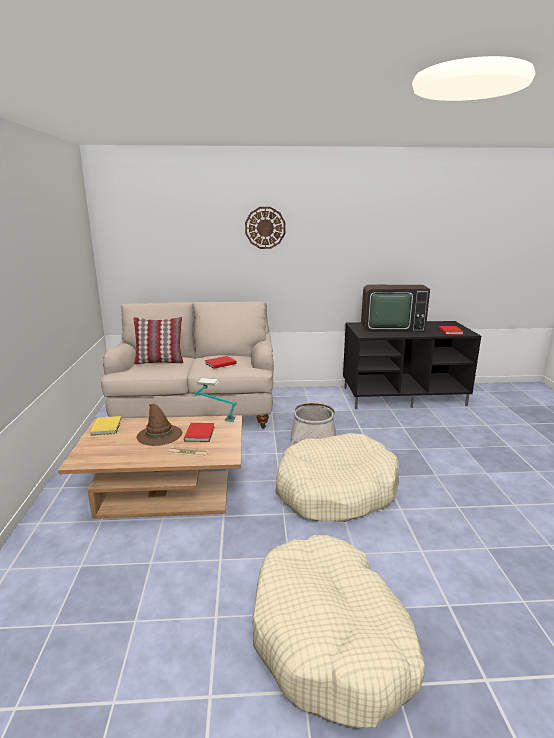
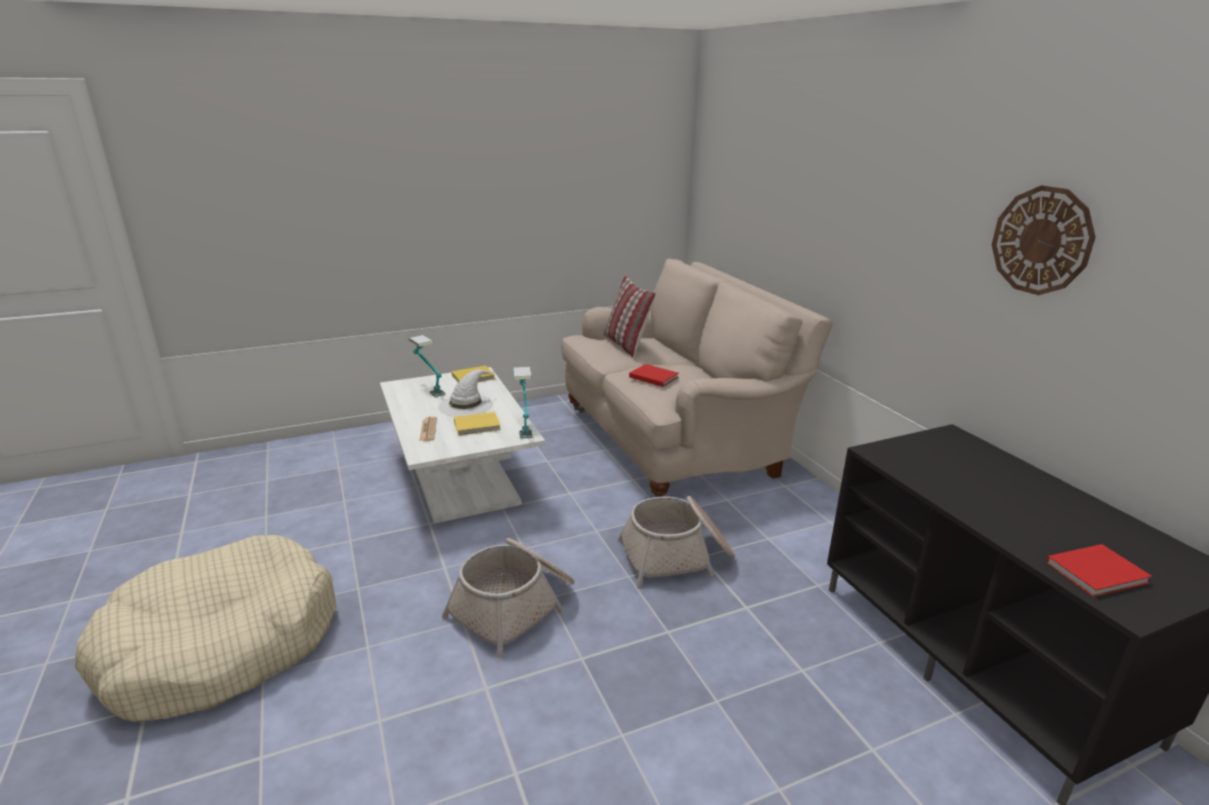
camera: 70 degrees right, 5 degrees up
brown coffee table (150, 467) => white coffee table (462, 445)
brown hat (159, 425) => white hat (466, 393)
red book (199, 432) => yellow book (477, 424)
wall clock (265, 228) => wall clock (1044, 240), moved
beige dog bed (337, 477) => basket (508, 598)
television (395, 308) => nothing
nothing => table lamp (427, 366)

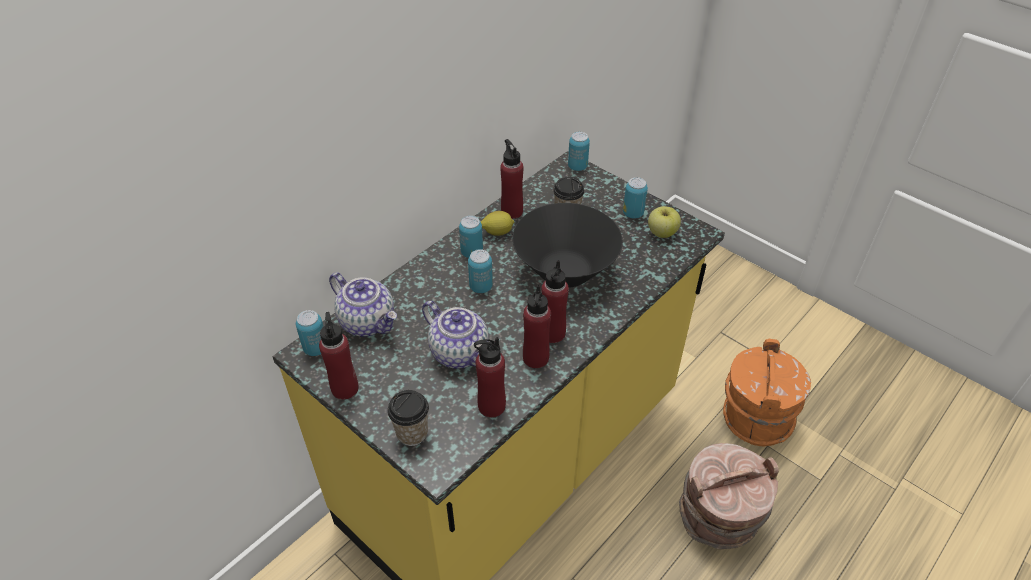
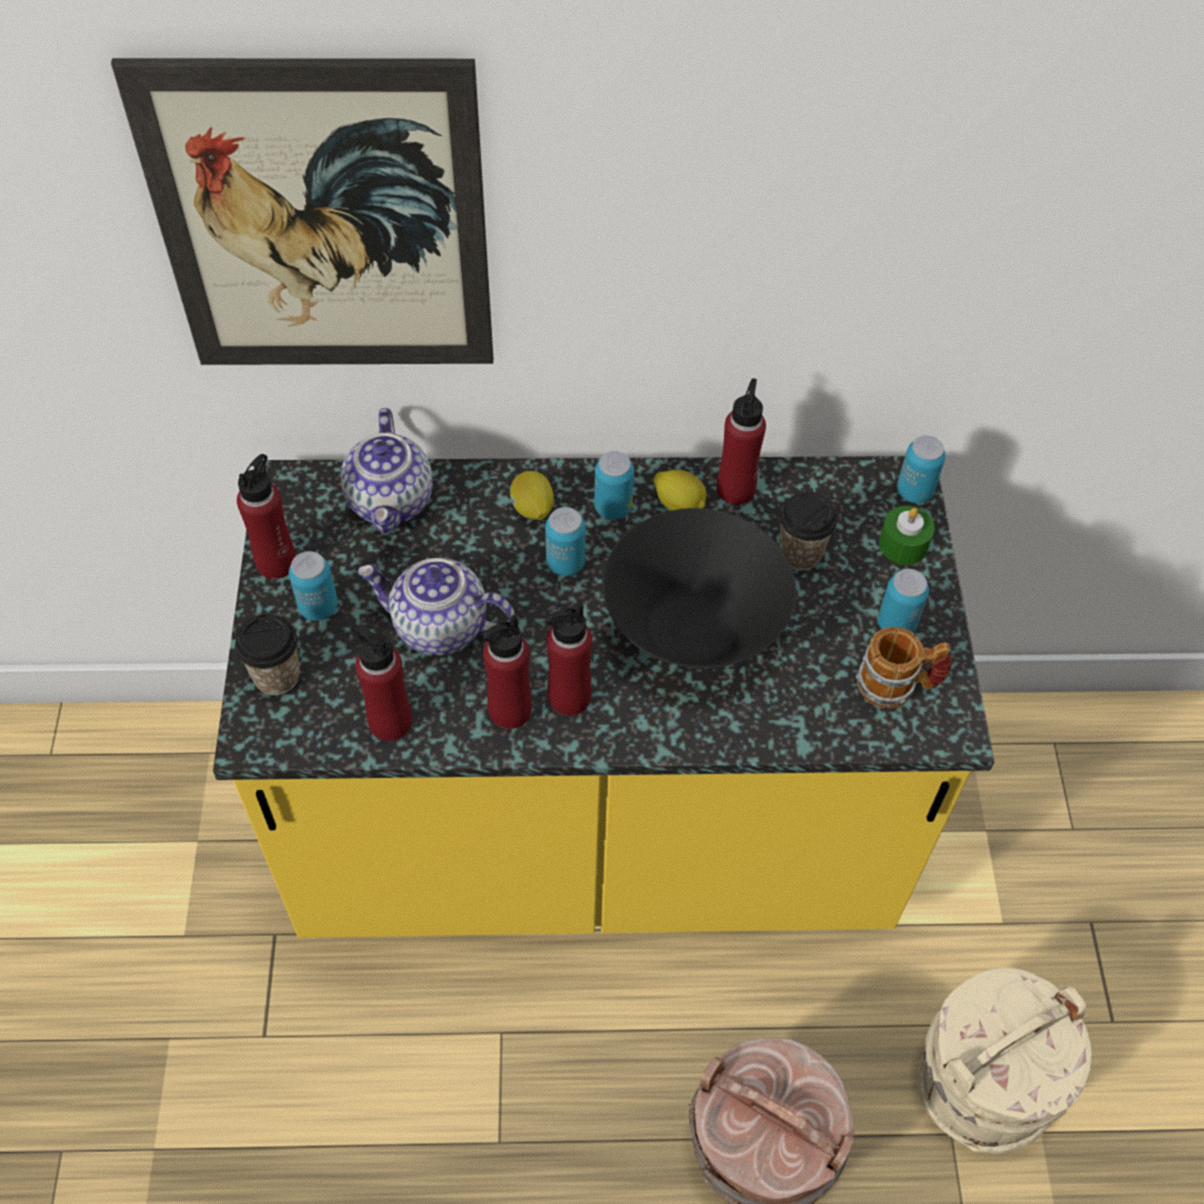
camera: 45 degrees right, 10 degrees up
can (310, 333) => can (313, 586), moved
teapot (455, 335) => teapot (436, 606), 105 degrees clockwise
apple (664, 222) => mug (903, 667)
orange bucket (767, 392) => beige bucket (1004, 1061)
nothing => picture (302, 211)
nothing => lemon (532, 495)
nothing => green candle (907, 535)

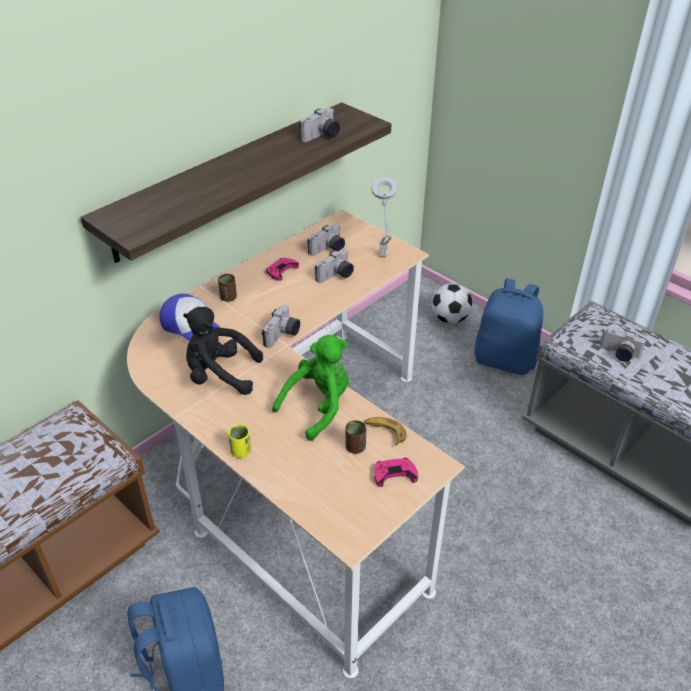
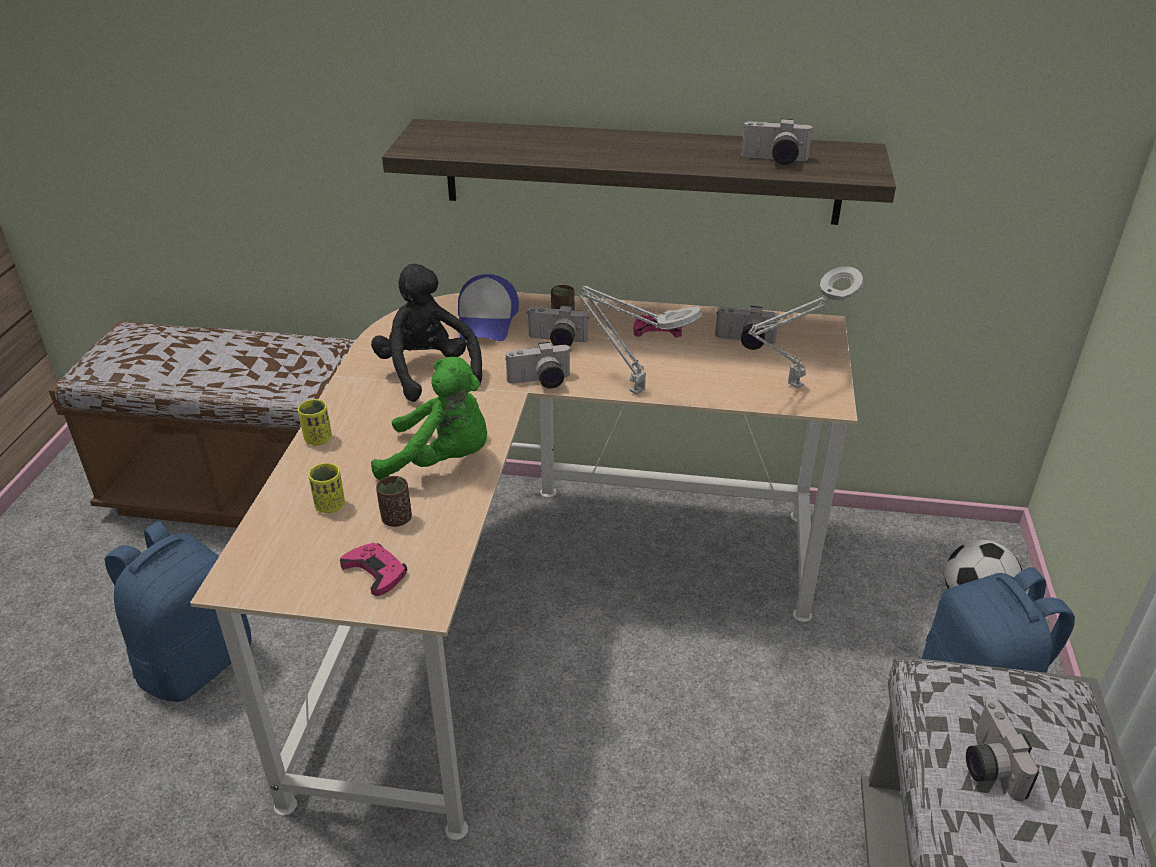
camera: 55 degrees right, 5 degrees down
photo camera (334, 266) => photo camera (558, 326), moved
banana (385, 431) => nothing
nothing => yellow cup (326, 488)
nothing => grey table lamp (640, 340)

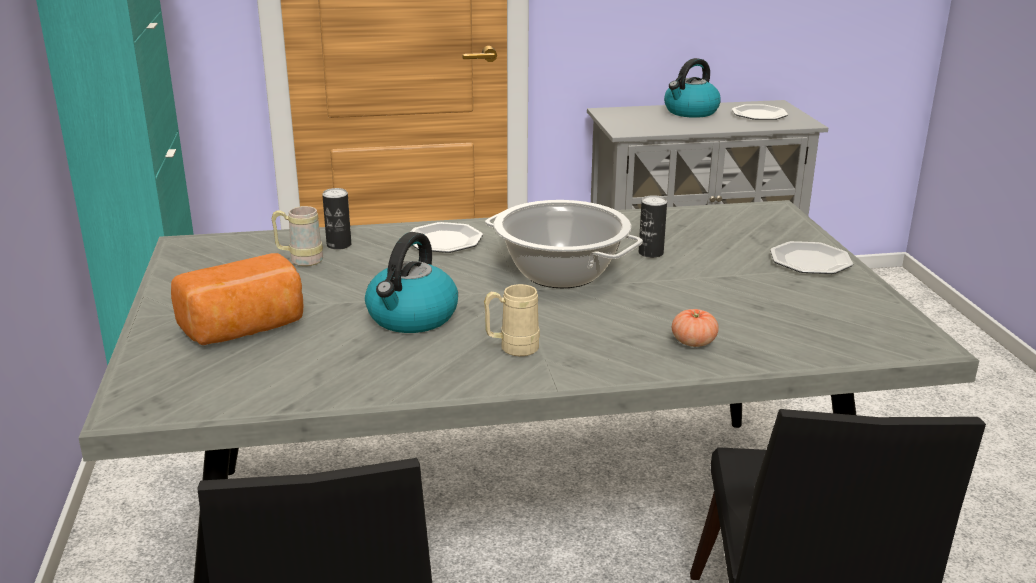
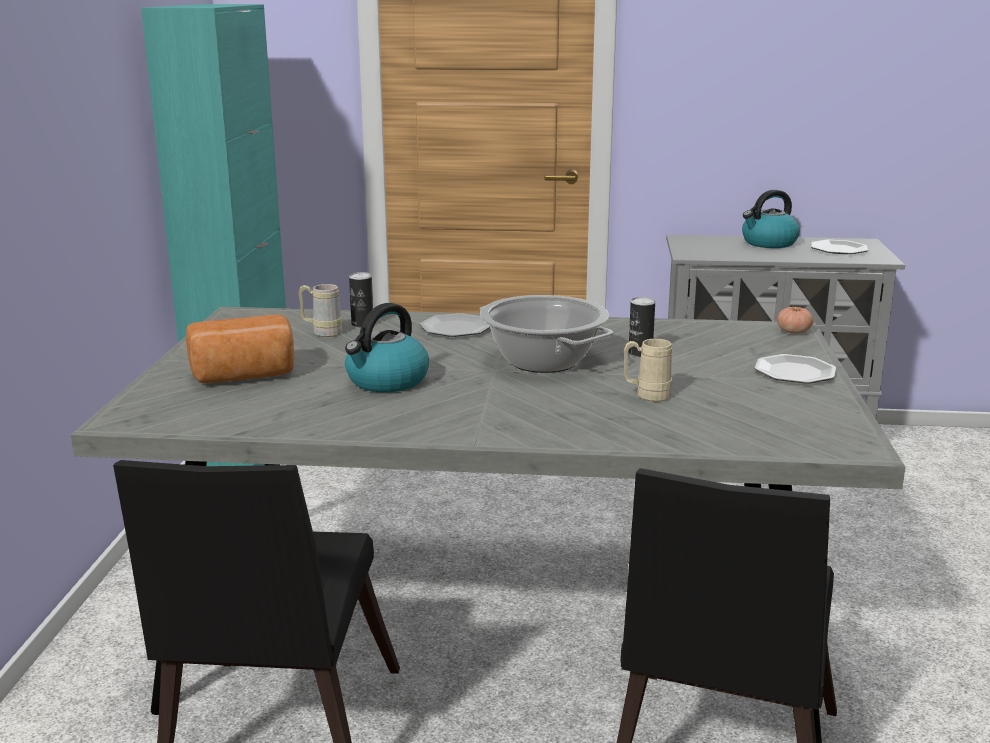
camera: 15 degrees right, 5 degrees down
beige mug (512, 320) => beige mug (648, 370), moved
tomato (695, 328) => tomato (795, 320), moved

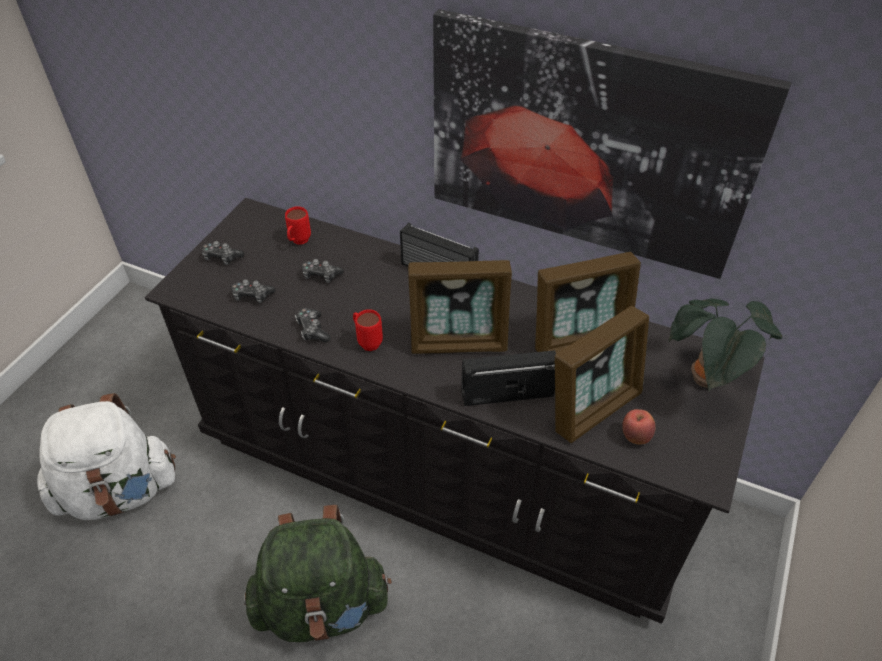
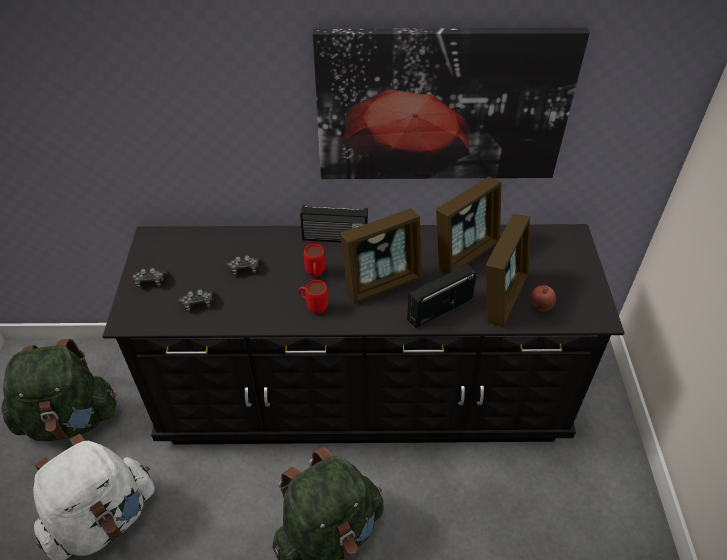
camera: 25 degrees left, 0 degrees up
red mug (298, 225) => red mug (314, 260), moved
game controller (313, 325) => nothing
potted plant (725, 345) => nothing
nothing => green backpack (58, 390)

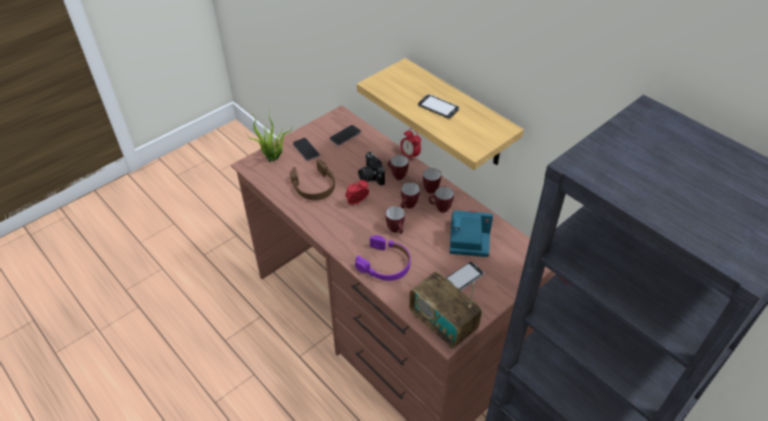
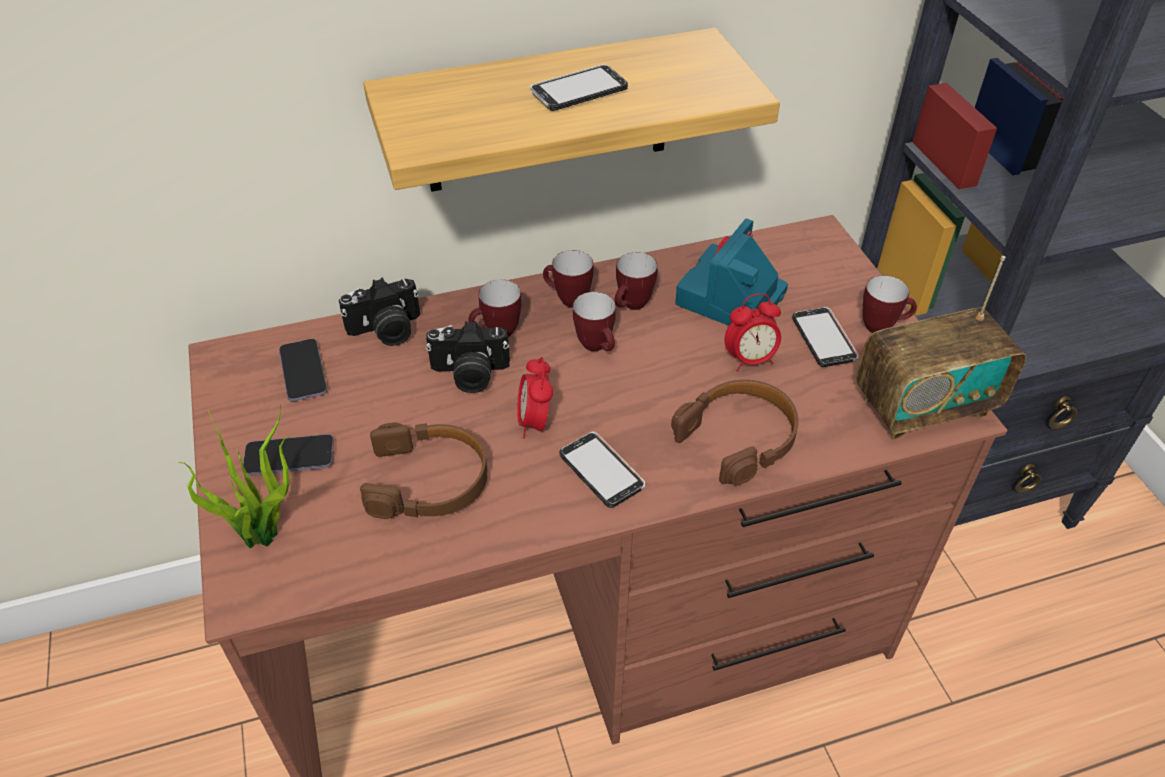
camera: 65 degrees left, 0 degrees up
purple headphones (382, 258) => brown headphones (735, 432)
mug (395, 220) => mug (889, 304), moved
alarm clock (410, 145) => alarm clock (753, 332), moved
nothing => photo camera (379, 312)
nothing => phone (602, 470)

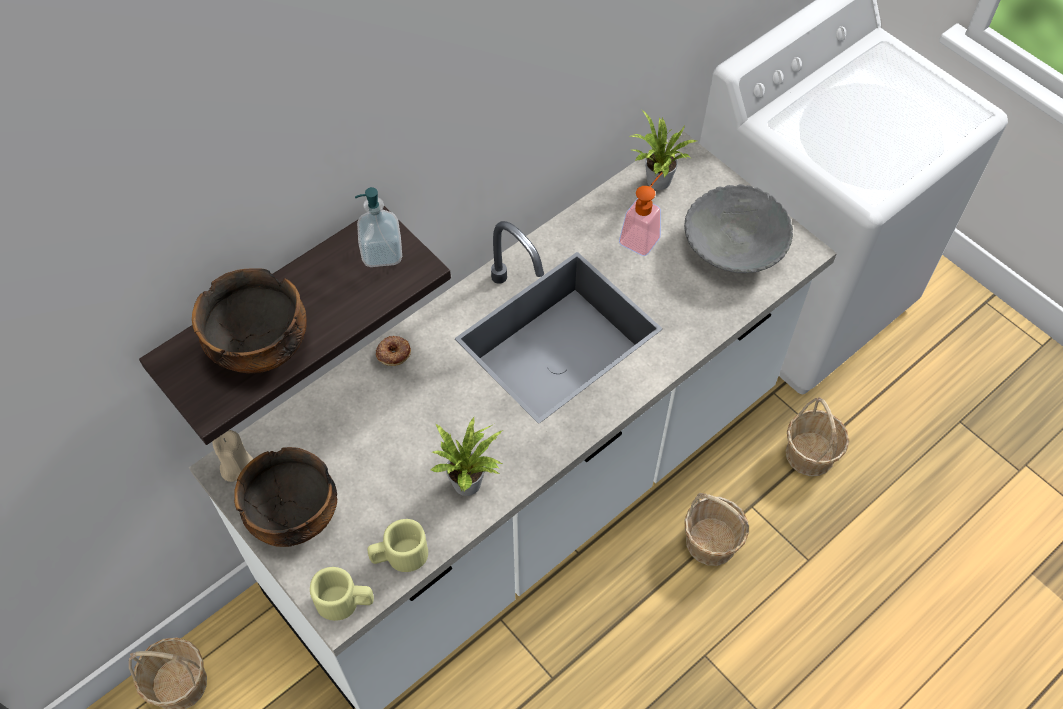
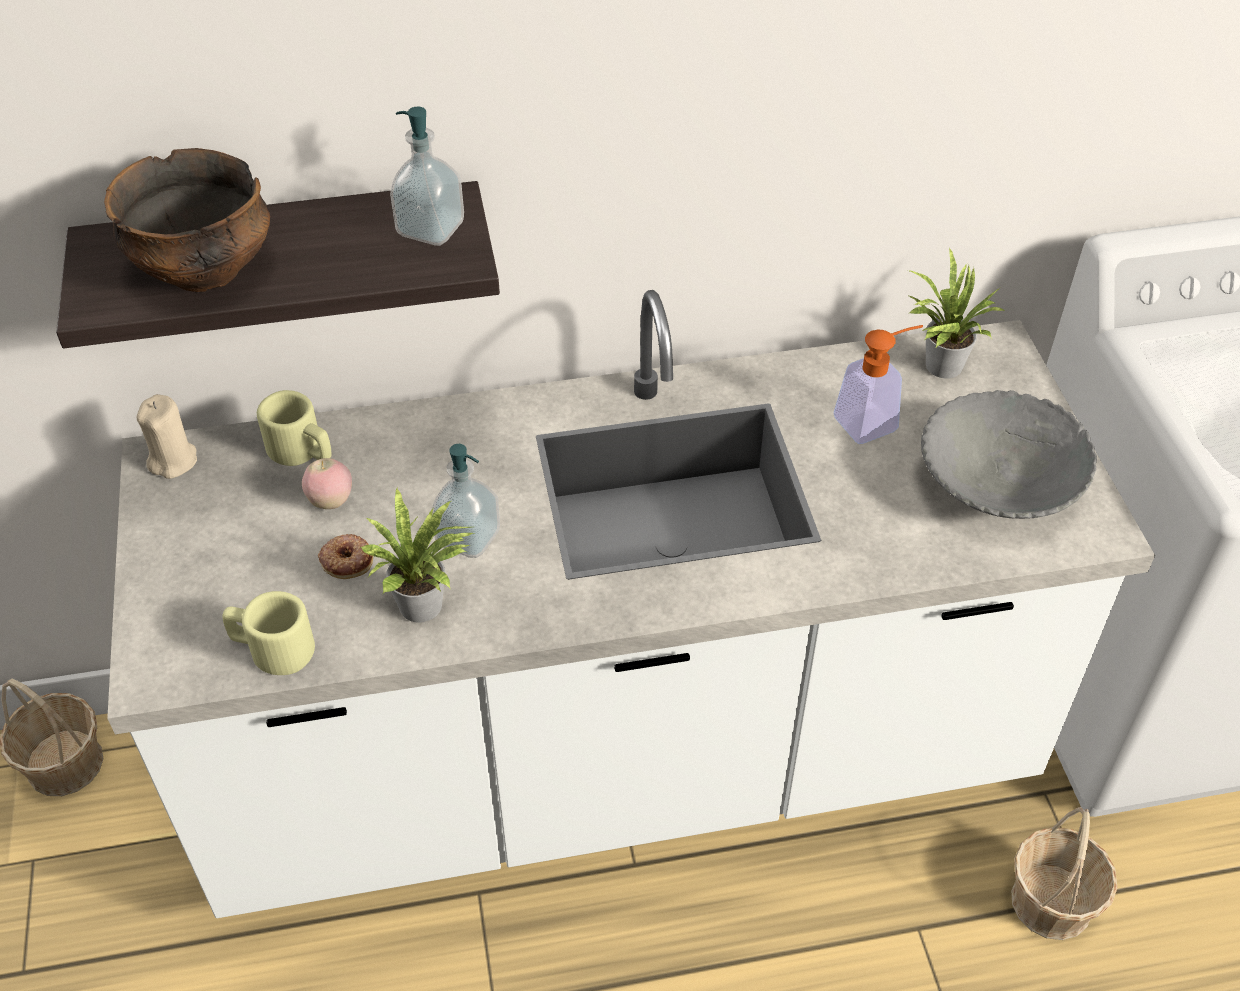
camera: 30 degrees right, 10 degrees down
bowl (285, 497) => nothing
beige mug (342, 594) => beige mug (294, 428), moved
donut (393, 351) => donut (345, 556), moved
basket (716, 529) => nothing
nothing => apple (327, 483)
nothing => soap dispenser (466, 501)

